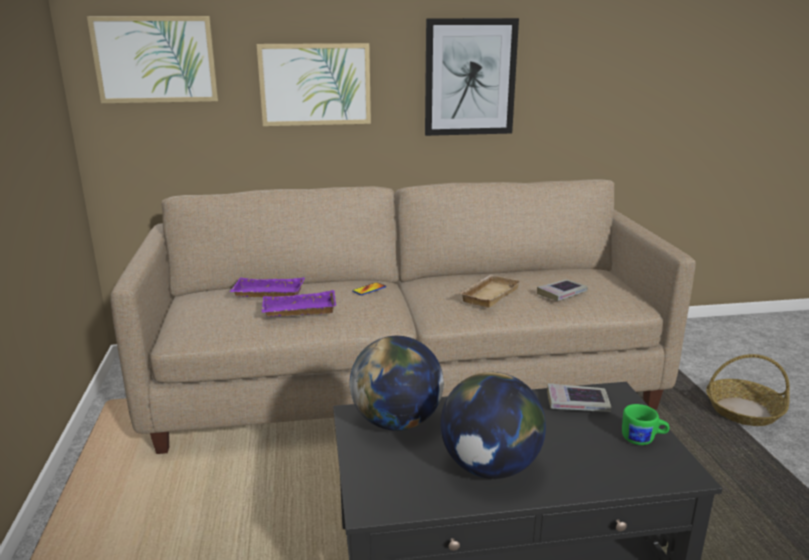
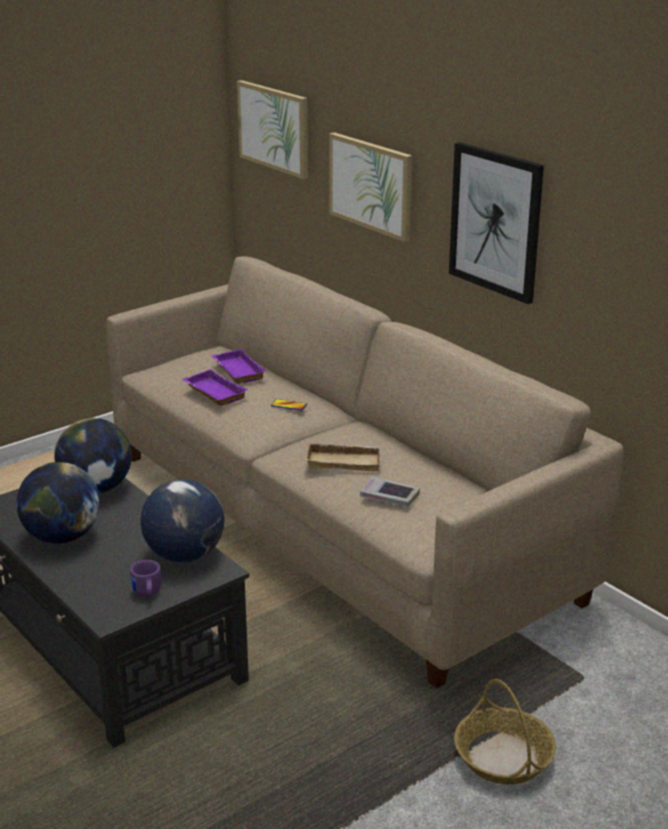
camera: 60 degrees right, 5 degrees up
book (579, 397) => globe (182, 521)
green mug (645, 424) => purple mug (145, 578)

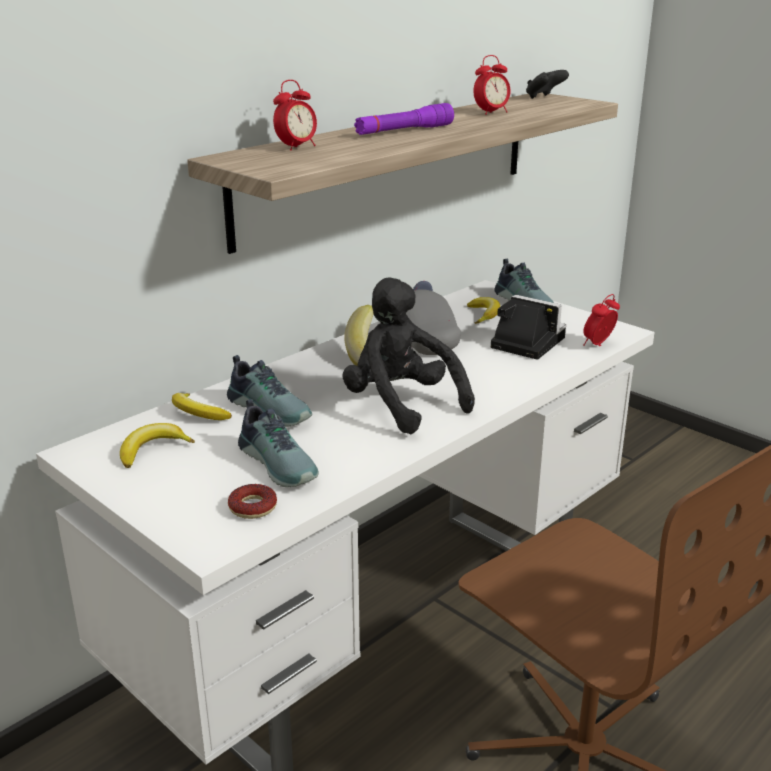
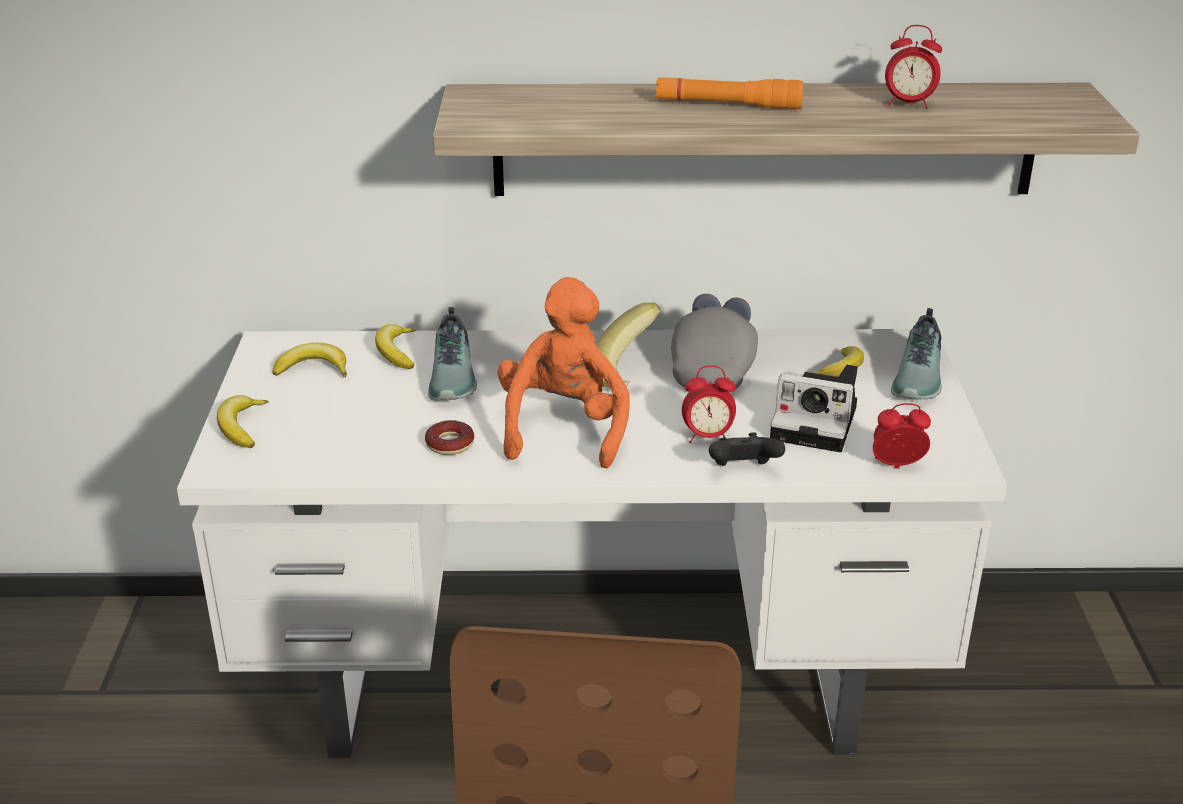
camera: 45 degrees right, 5 degrees up
donut (252, 501) => donut (449, 437), moved
shoe (278, 443) => nothing
alarm clock (295, 115) => alarm clock (709, 404), moved
black plush toy (409, 355) => orange plush toy (563, 372)
purple flashlight (404, 119) => orange flashlight (730, 93)
photo camera (528, 327) => photo camera (814, 408), 120 degrees clockwise
black game controller (547, 84) => black game controller (747, 449), moved
nothing => banana (242, 421)

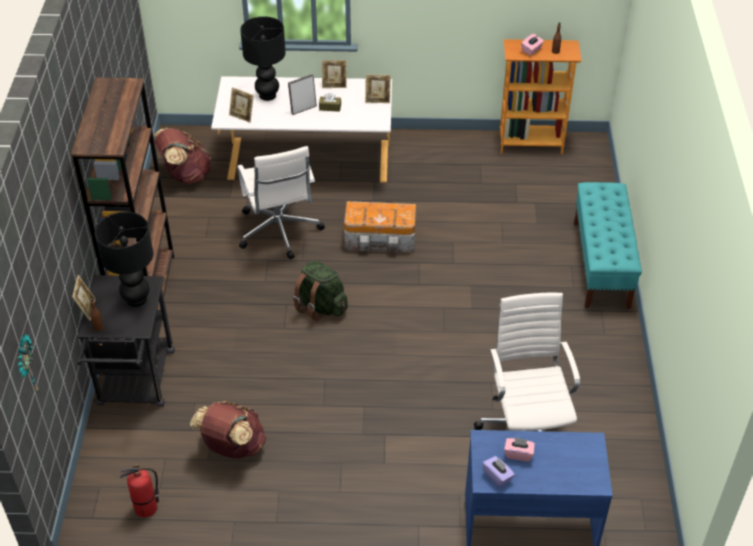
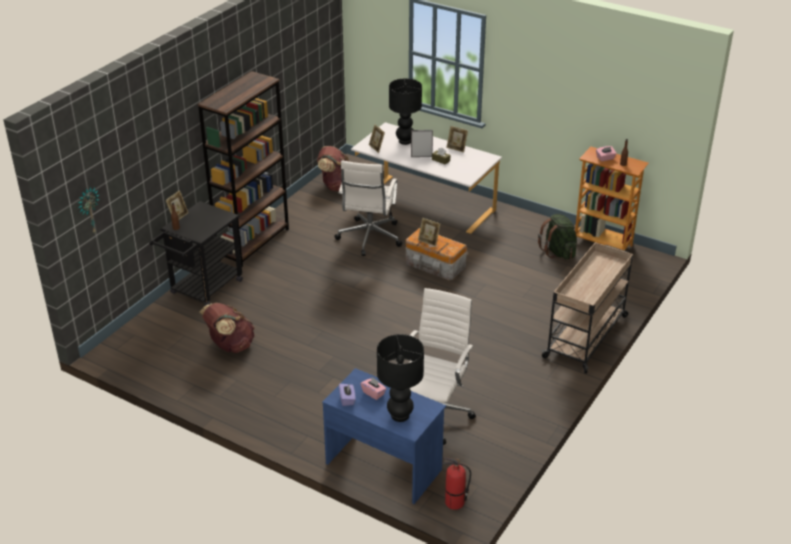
camera: 30 degrees right, 10 degrees down
black table lamp (124, 259) => black table lamp (400, 378), moved
fire extinguisher (139, 491) => fire extinguisher (456, 483), moved
green backpack (320, 291) => green backpack (557, 236), moved
picture frame (378, 88) => picture frame (429, 232), moved
turquoise bench (608, 245) => beige cart (587, 308)

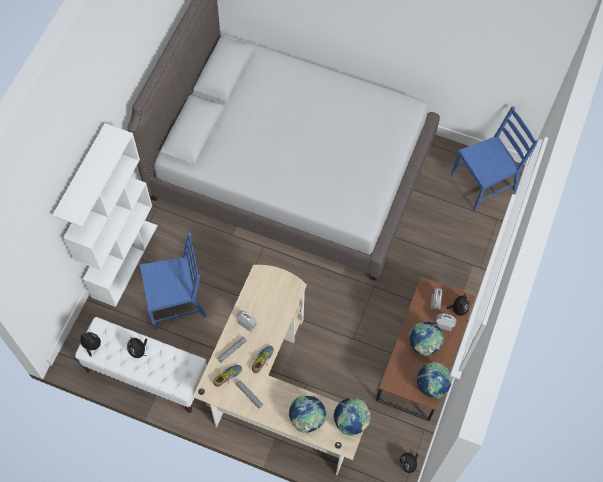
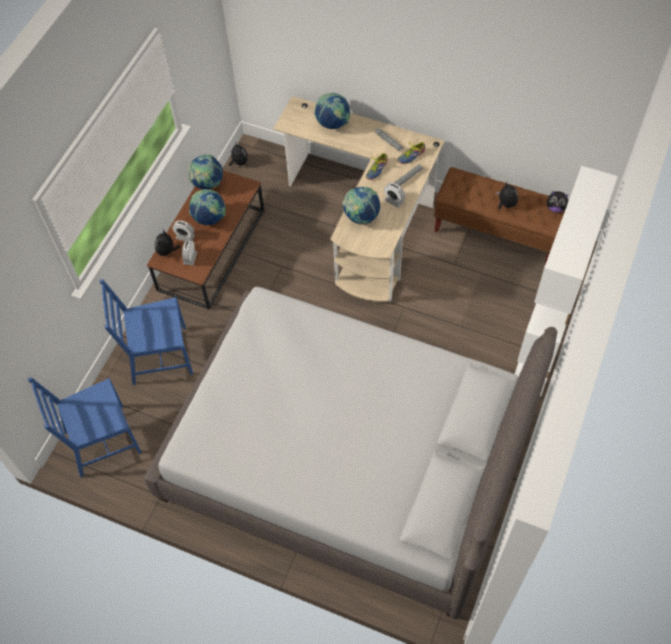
camera: 175 degrees left, 5 degrees down
white bench (141, 365) => brown bench (500, 215)
blue chair (173, 281) => blue chair (146, 332), moved
globe (352, 417) => globe (361, 206), moved

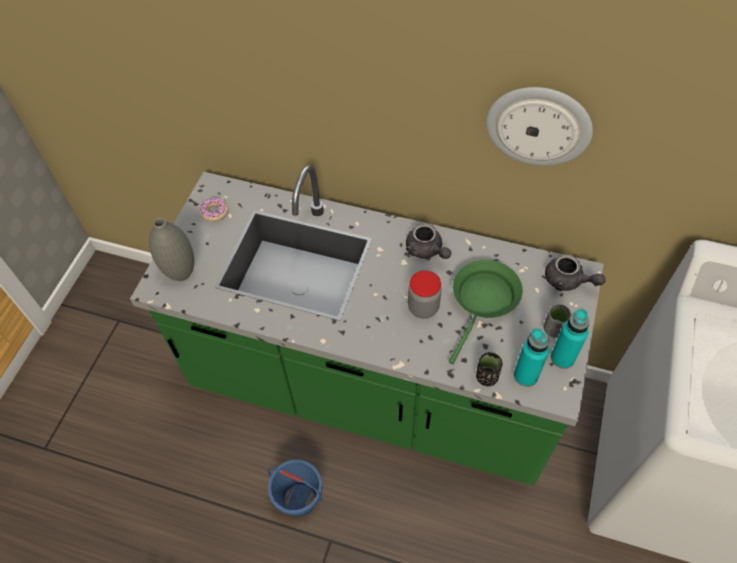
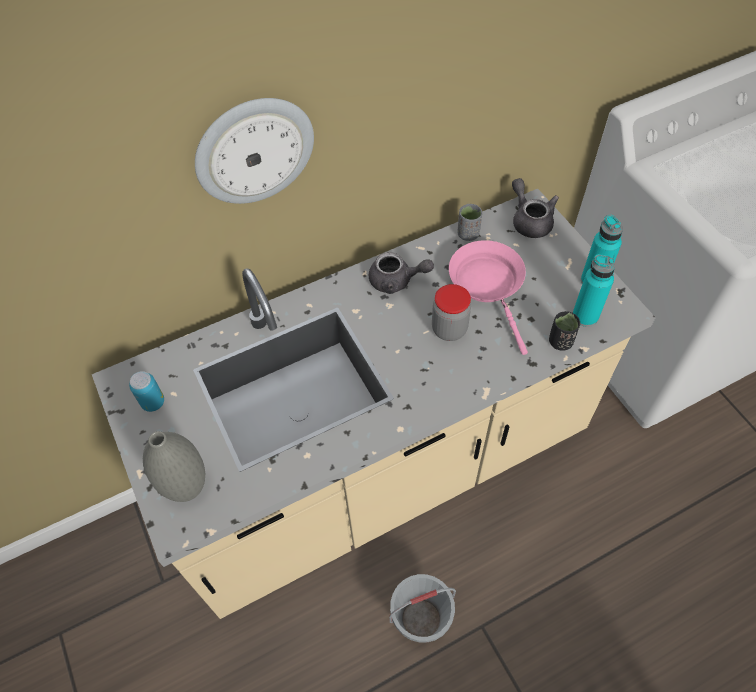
camera: 45 degrees left, 0 degrees up
green counter (367, 325) => beige counter (374, 404)
donut (214, 209) => can (146, 391)
blue bucket (295, 488) => grey bucket (423, 608)
green frying pan (486, 312) => pink frying pan (488, 297)
wall clock (539, 126) => wall clock (254, 151), moved
grey cup (557, 321) => grey cup (469, 222), moved
grey teapot (575, 272) => grey teapot (535, 208), 105 degrees counterclockwise

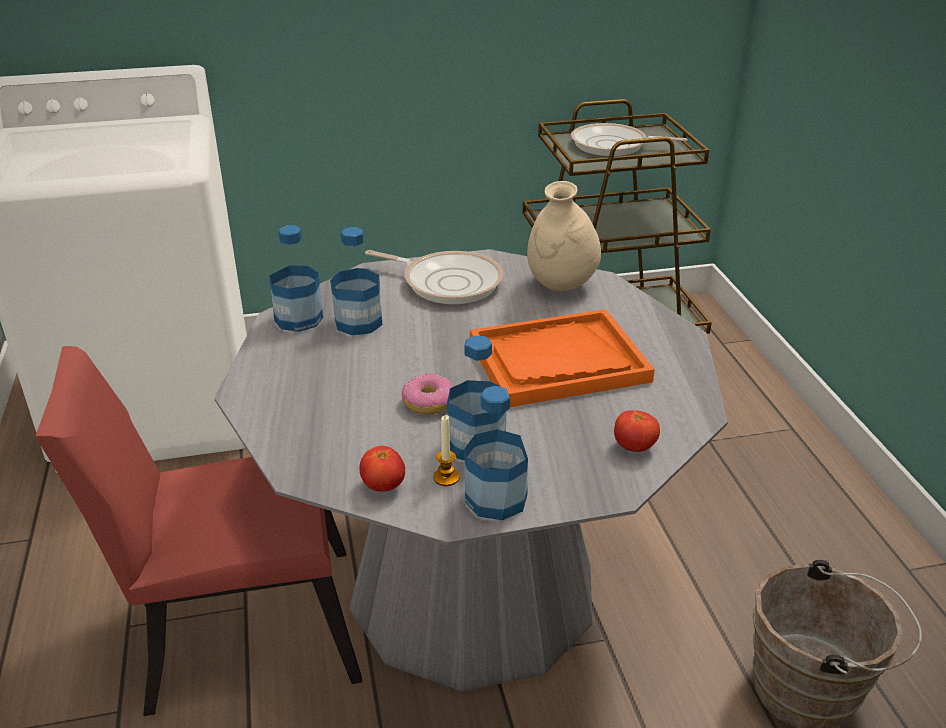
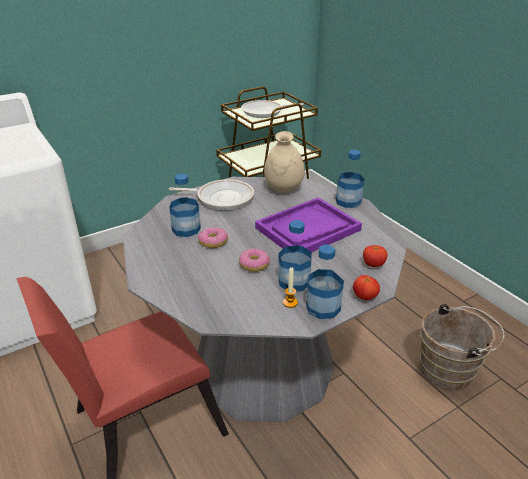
camera: 20 degrees left, 0 degrees up
bottle (296, 278) => bottle (349, 179), moved
tomato (382, 469) => tomato (366, 287), moved
orange tray (562, 358) => purple tray (308, 224)
nothing => donut (213, 237)

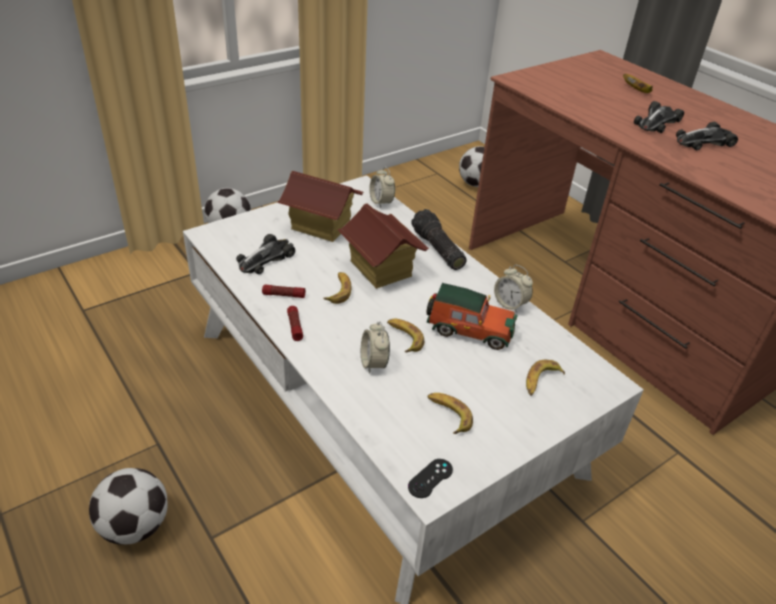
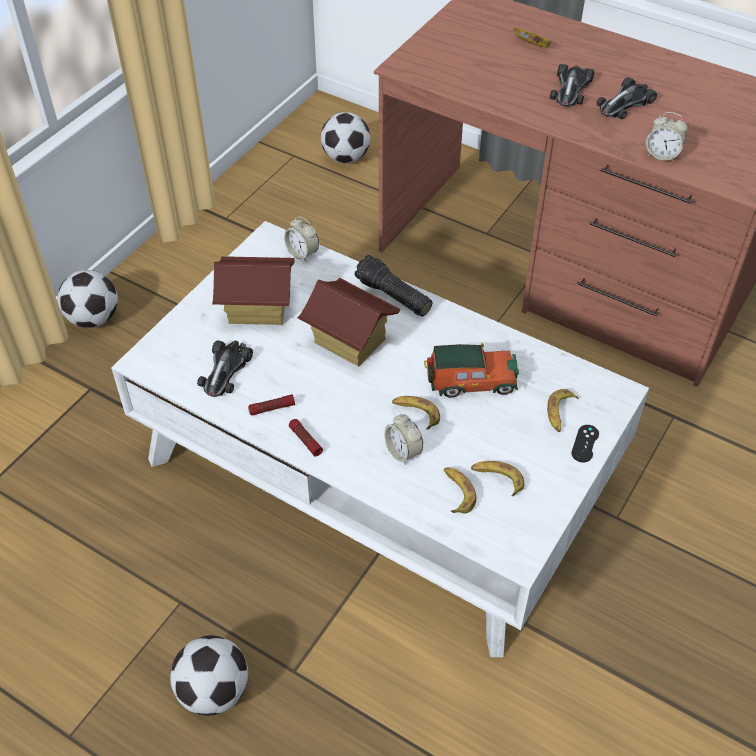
camera: 20 degrees left, 10 degrees up
banana (337, 288) => banana (460, 490), moved
black game controller (430, 478) => black game controller (585, 443), moved
alarm clock (513, 288) => alarm clock (667, 137), moved

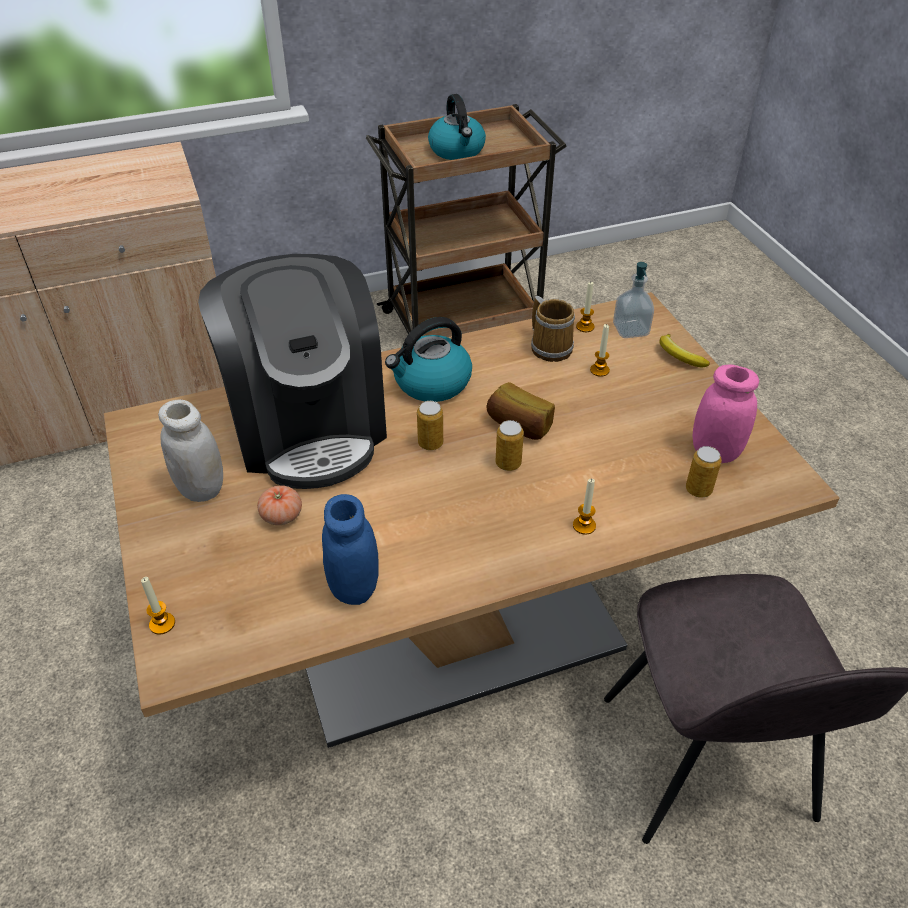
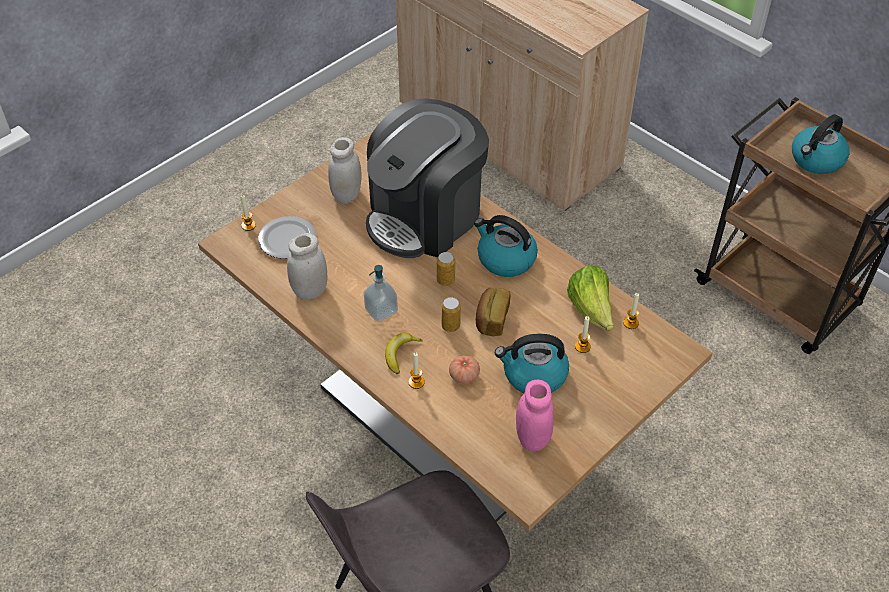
camera: 65 degrees right, 5 degrees up
tomato (279, 505) => tomato (464, 369), moved
blue jar (350, 549) => white jar (307, 266)
mug (553, 329) => lettuce (590, 298)
soap dispenser (633, 300) => soap dispenser (381, 293), moved
banana (684, 350) => banana (404, 353), moved
can (704, 472) => nothing
nothing => plate (287, 237)
nothing => kettle (532, 363)

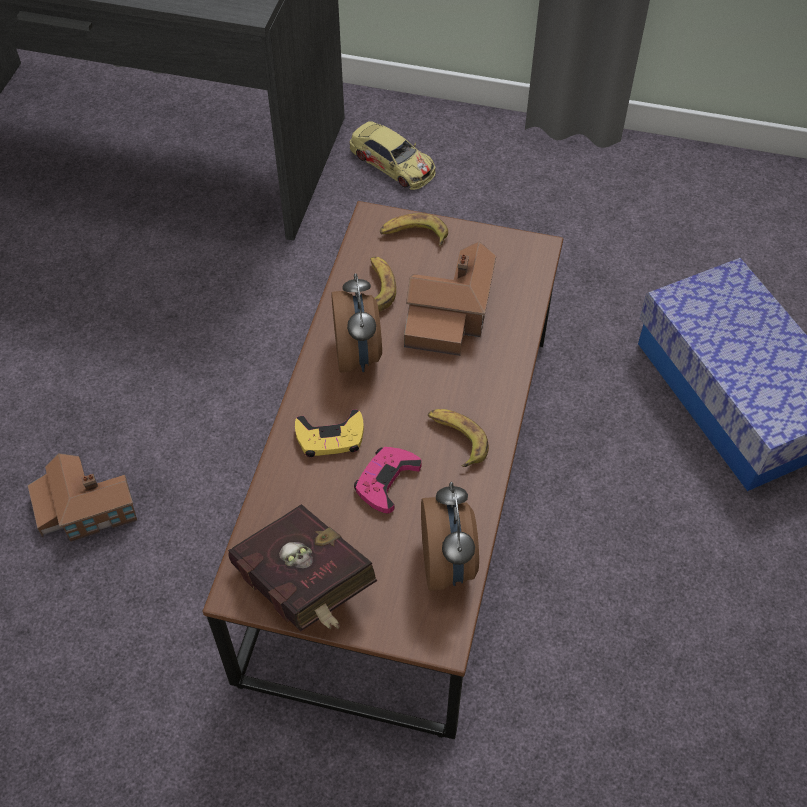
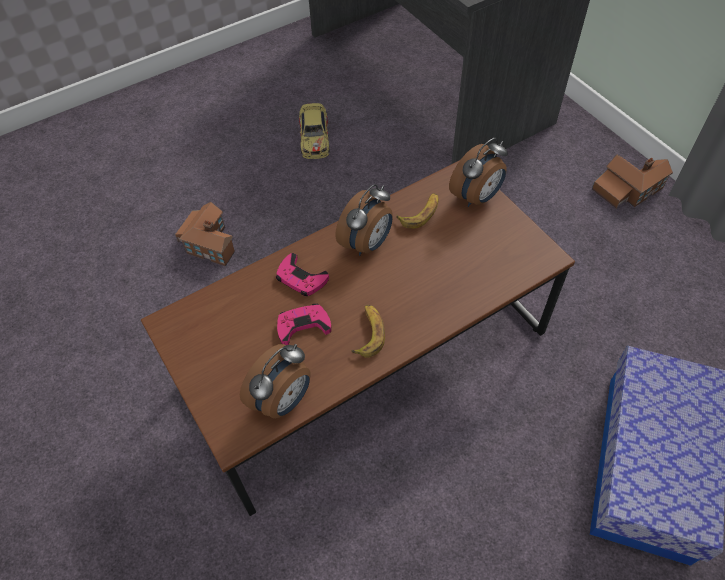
camera: 45 degrees right, 0 degrees up
red book (302, 567) => nothing
yellow game controller (329, 433) => pink game controller (302, 274)
toy car (392, 155) => toy car (314, 131), moved
banana (414, 229) => alarm clock (478, 172)
toy house (450, 299) => toy house (632, 182), moved

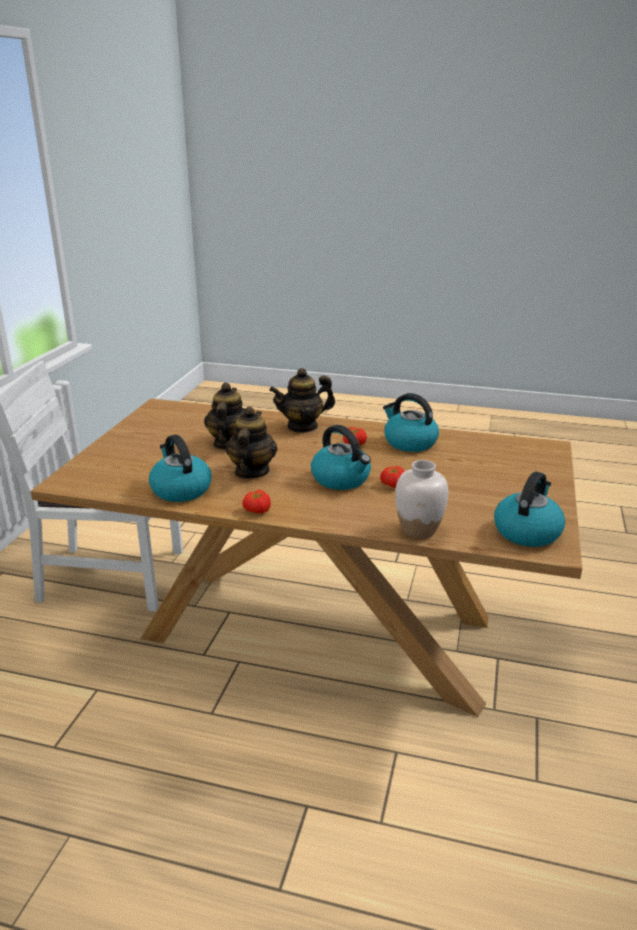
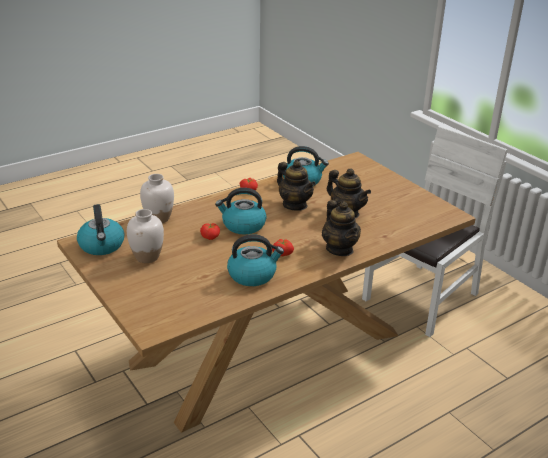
camera: 130 degrees right, 5 degrees up
teapot (302, 400) => teapot (341, 228), 135 degrees clockwise
nothing => white vase (145, 236)

